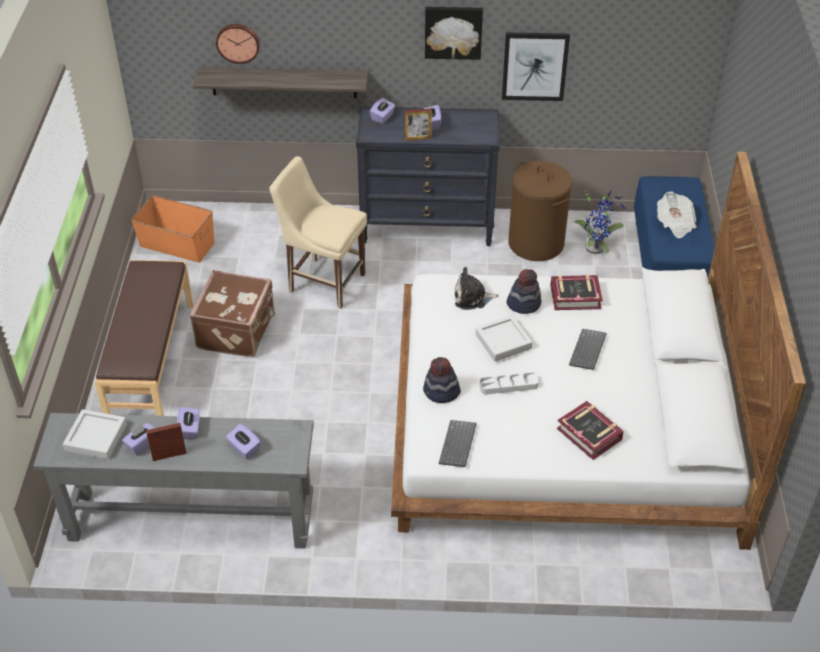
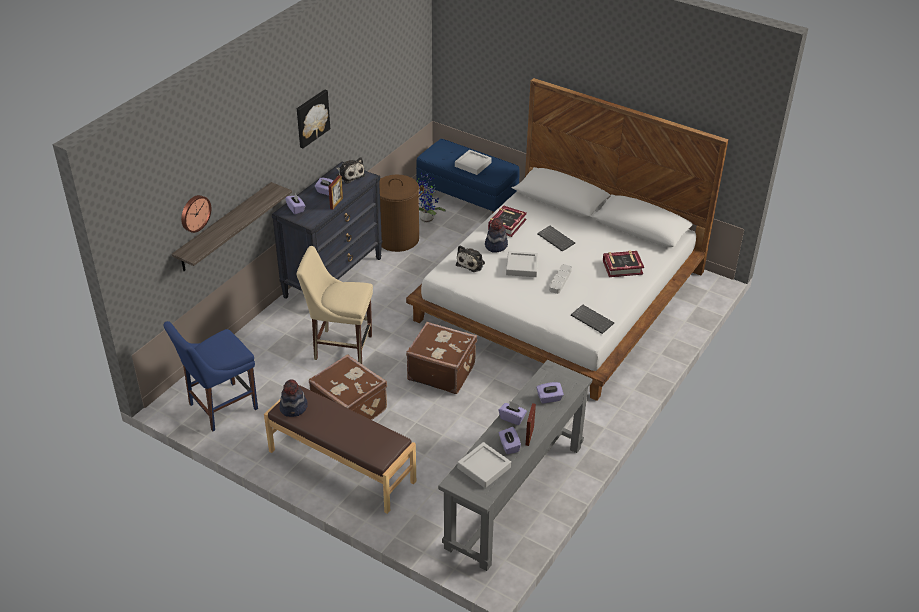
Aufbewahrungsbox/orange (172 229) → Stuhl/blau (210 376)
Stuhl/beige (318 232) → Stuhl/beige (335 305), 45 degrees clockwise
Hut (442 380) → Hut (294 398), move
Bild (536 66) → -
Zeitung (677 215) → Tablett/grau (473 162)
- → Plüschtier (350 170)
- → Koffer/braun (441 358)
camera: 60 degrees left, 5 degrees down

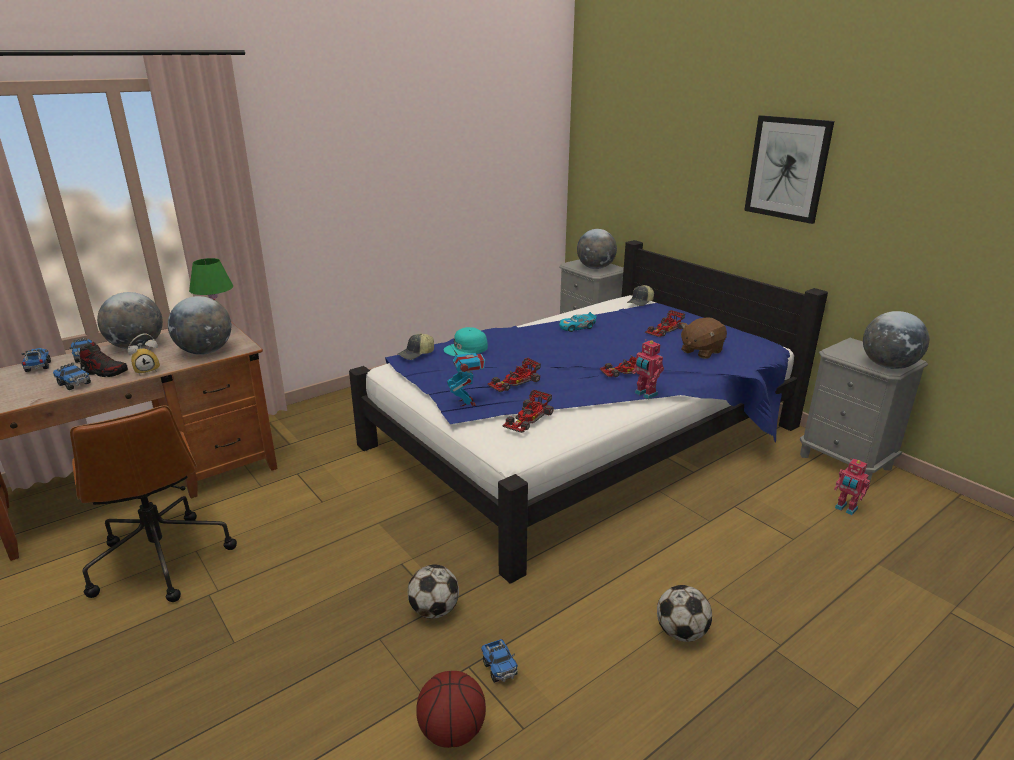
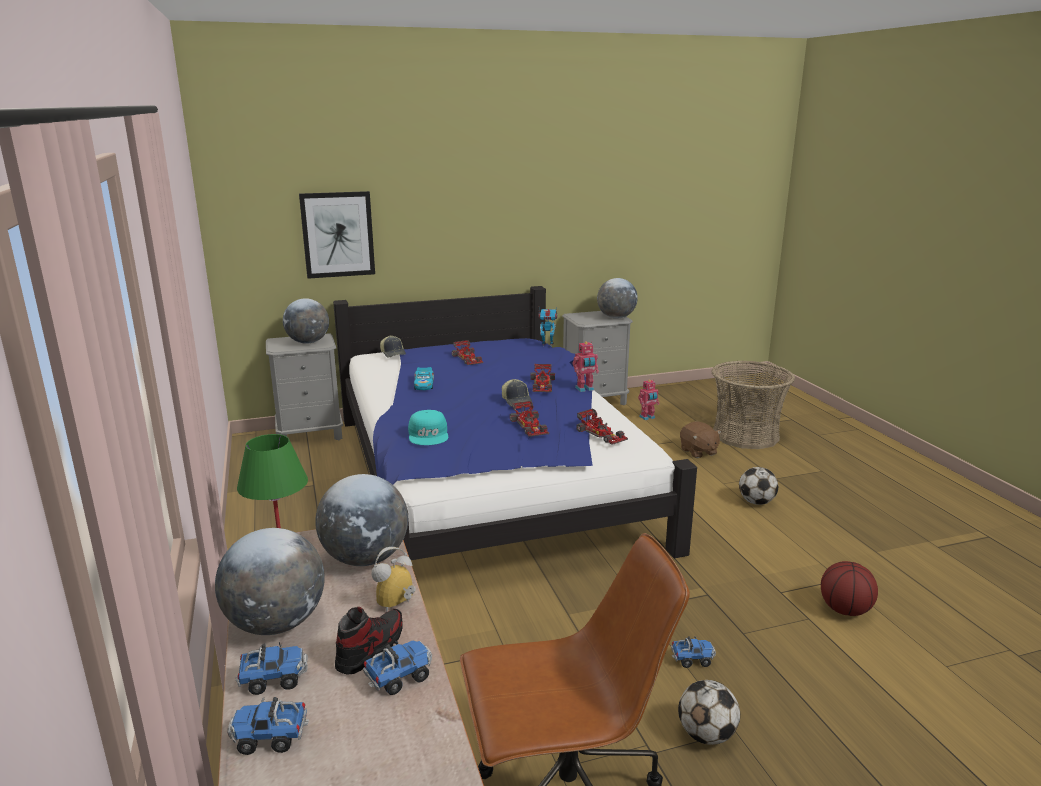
Wecker (144 354) → Wecker (393 579), 120 degrees counterclockwise
Kappe (416 346) → Kappe (517 393), move
Fußball (433 592) → Fußball (709 712), move
Spielzeugroboter (466 376) → Spielzeugroboter (547 328), move
Spielzeuglaster (499 661) → Spielzeuglaster (693 652), move
Plüschtier/braun (704 338) → Plüschtier/braun (701 439), move
Bild (789 169) → Bild (337 235), move
- → Korb (753 404)
camera: 70 degrees left, 5 degrees down

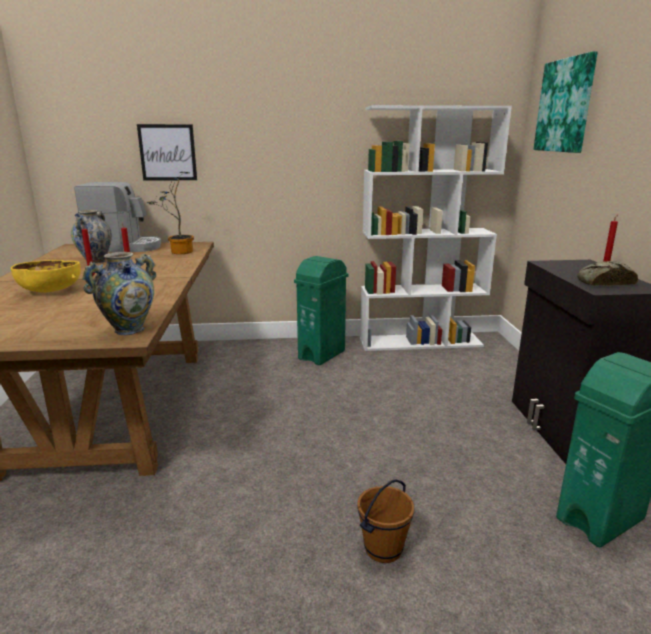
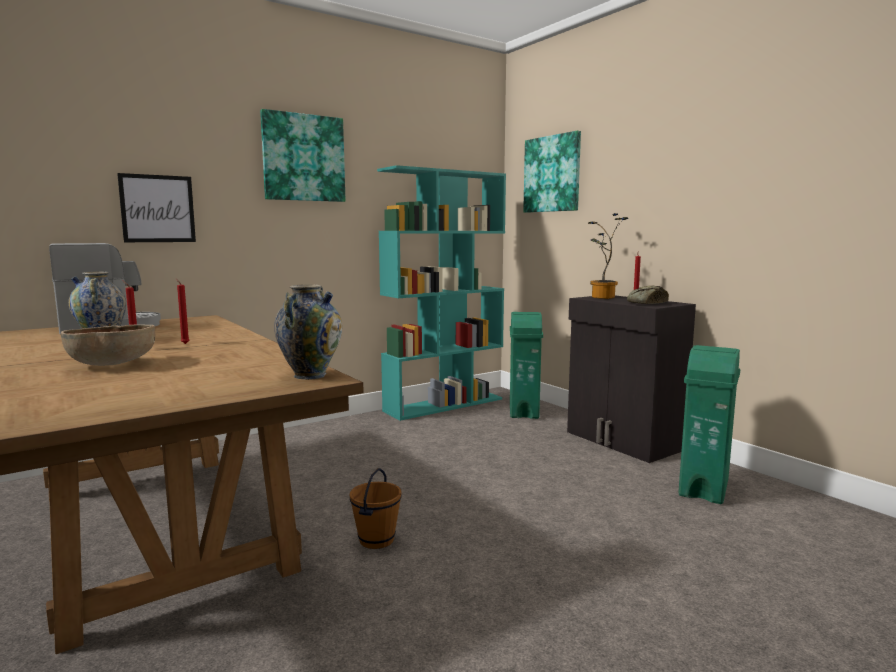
Schüssel/gelb (46 276) → Schüssel/braun (108 345)
Topfpflanze (170 213) → Topfpflanze (608 256), move
Mülleimer/grün (321 310) → Mülleimer/grün (526 365), move
Eimer/braun (386 521) → Eimer/braun (376 508), move
Bücherregal/weiß (436 228) → Bücherregal/türkis (441 293)
- → Bild (303 155)
camera: 30 degrees left, 10 degrees down

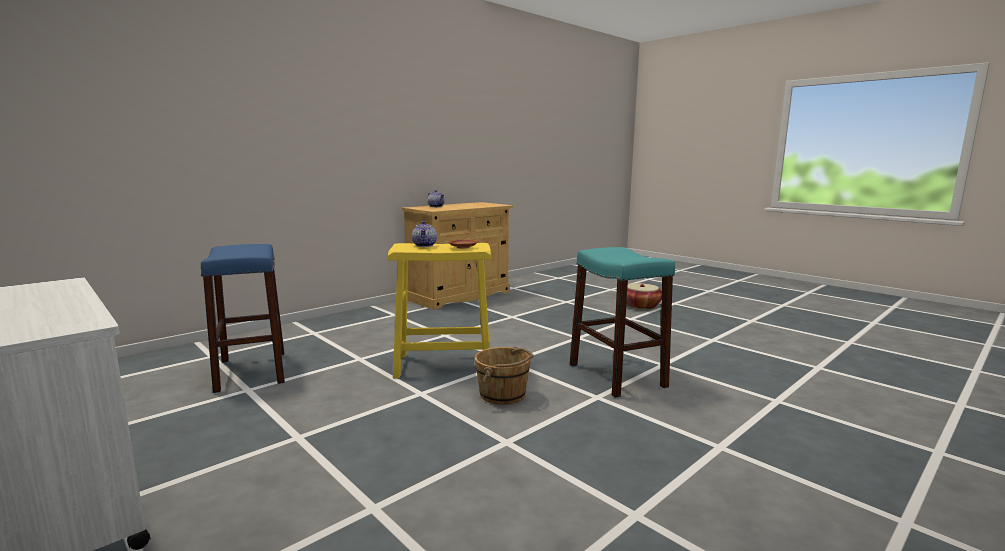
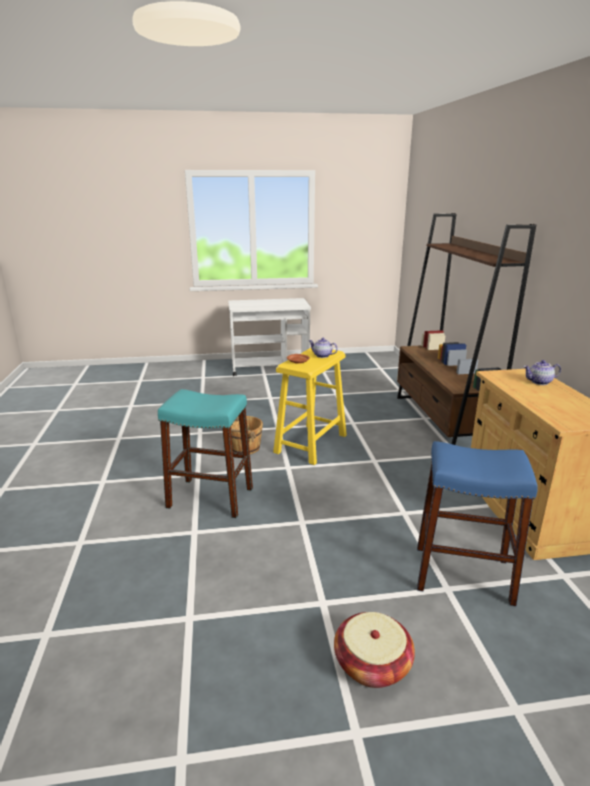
Hocker/blau (243 318) → Hocker/blau (477 523), move
- → Bücherregal/braun (466 329)
camera: 125 degrees right, 10 degrees up

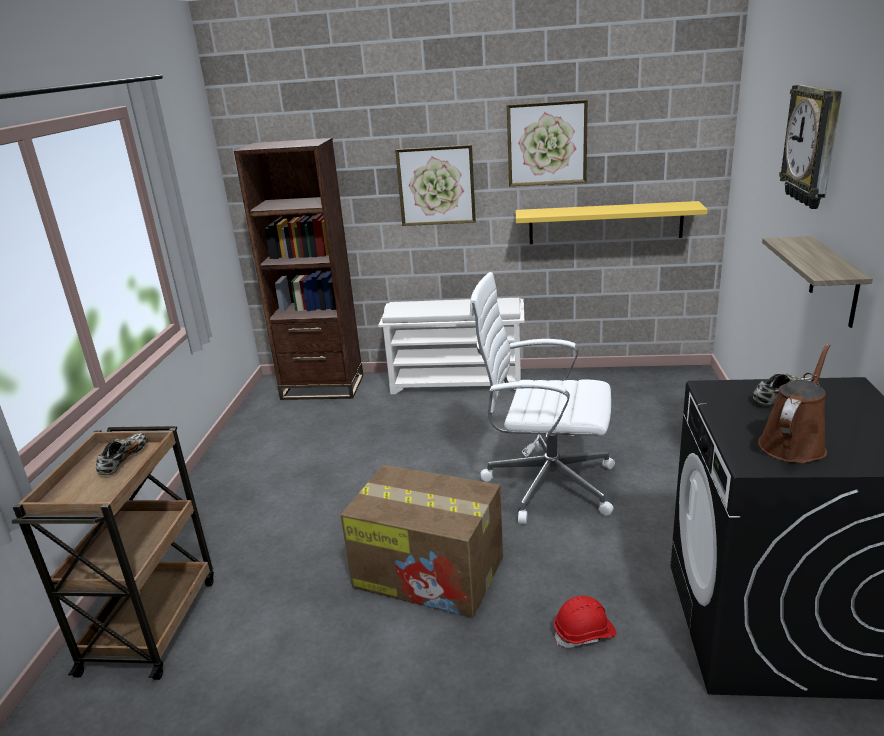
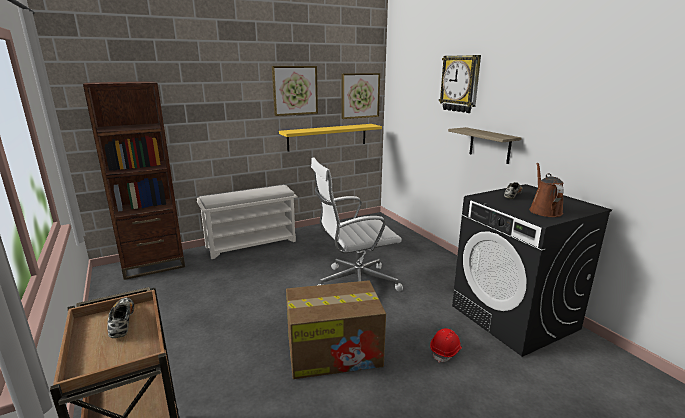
Bild (435 185) → Bild (361 96), move
camera: 35 degrees left, 5 degrees down

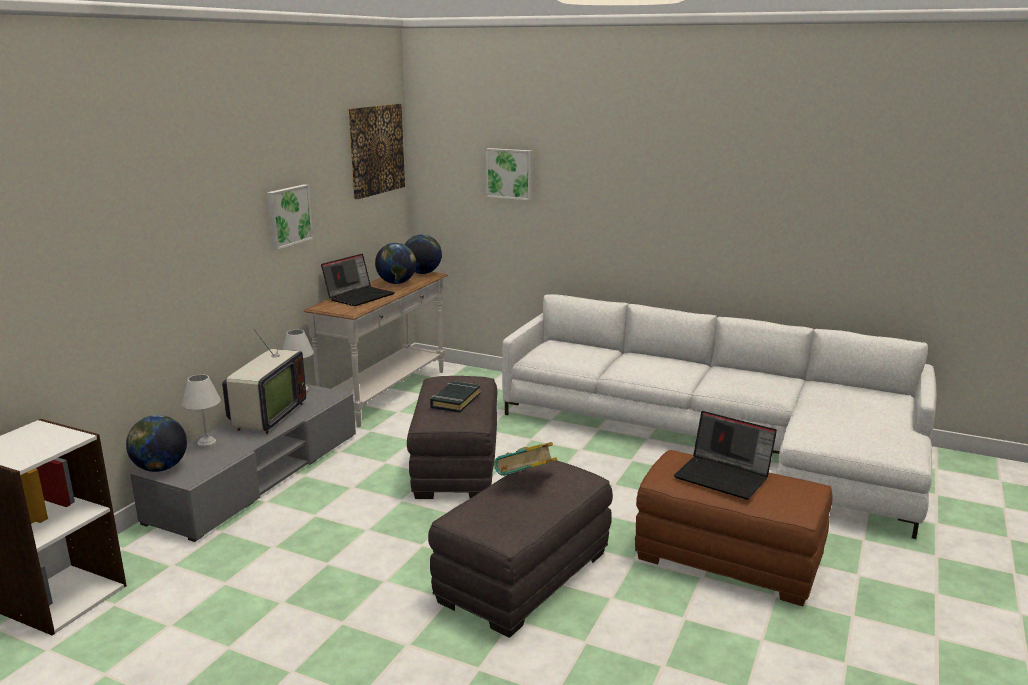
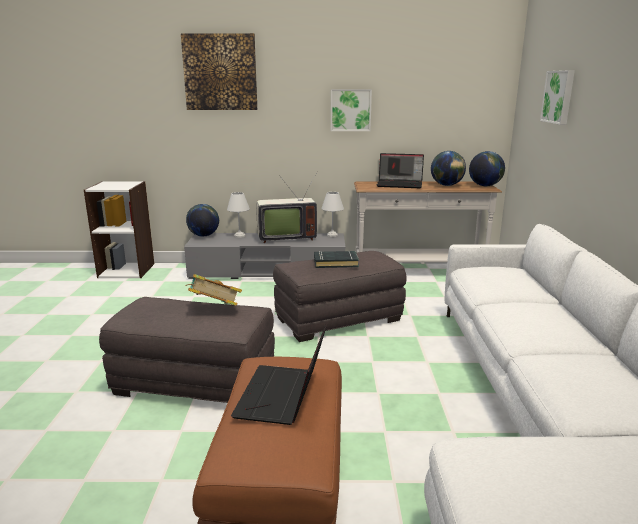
Bild (376 151) → Bild (219 71), move
camera: 65 degrees right, 0 degrees up

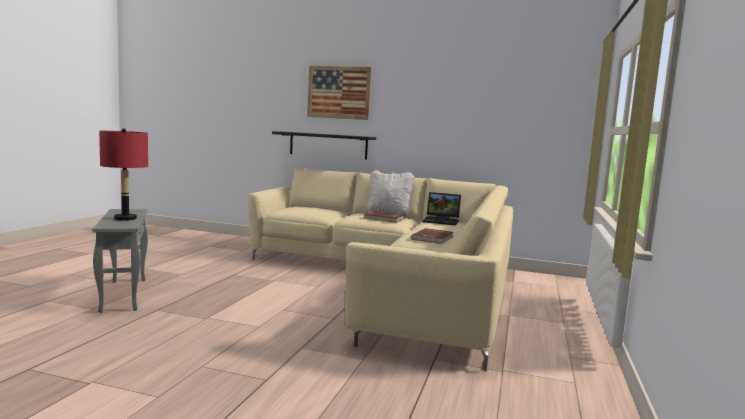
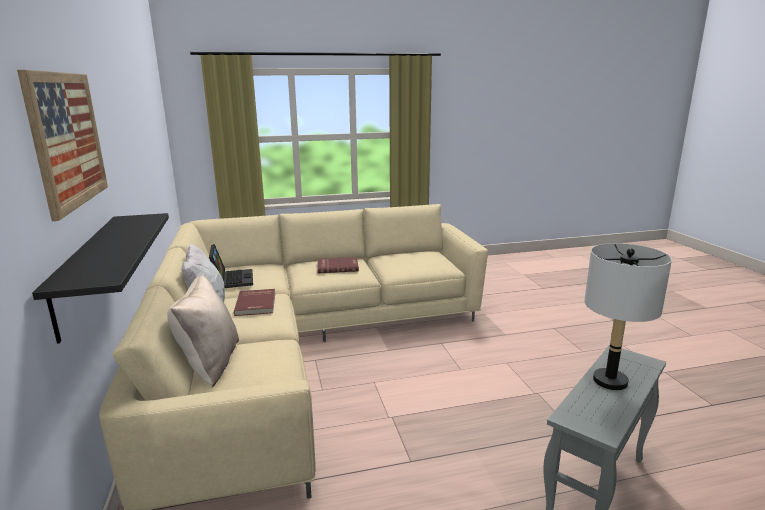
Tischlampe/rot (123 174) → Tischlampe/grau (628 316)
- → Kissen/beige (203 331)
camera: 120 degrees left, 10 degrees up

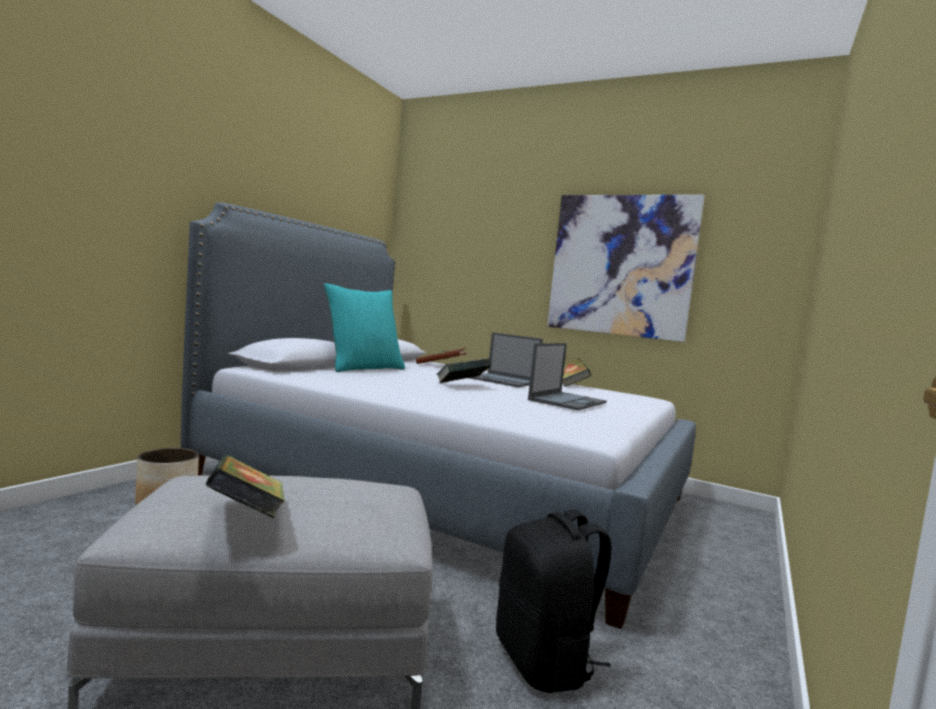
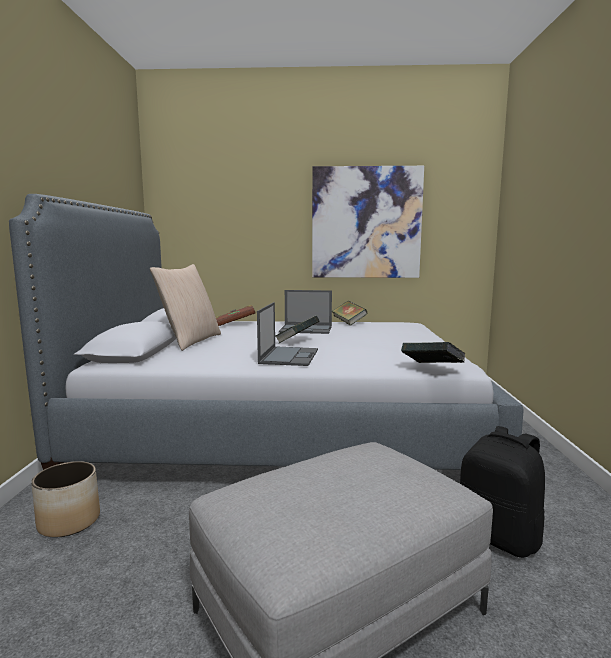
Buch (245 486) → Buch (433 352), move
Kissen/türkis (364 327) → Kissen/beige (185 307)
Laptop (567 376) → Laptop (287 334), move
camera: 25 degrees left, 5 degrees up

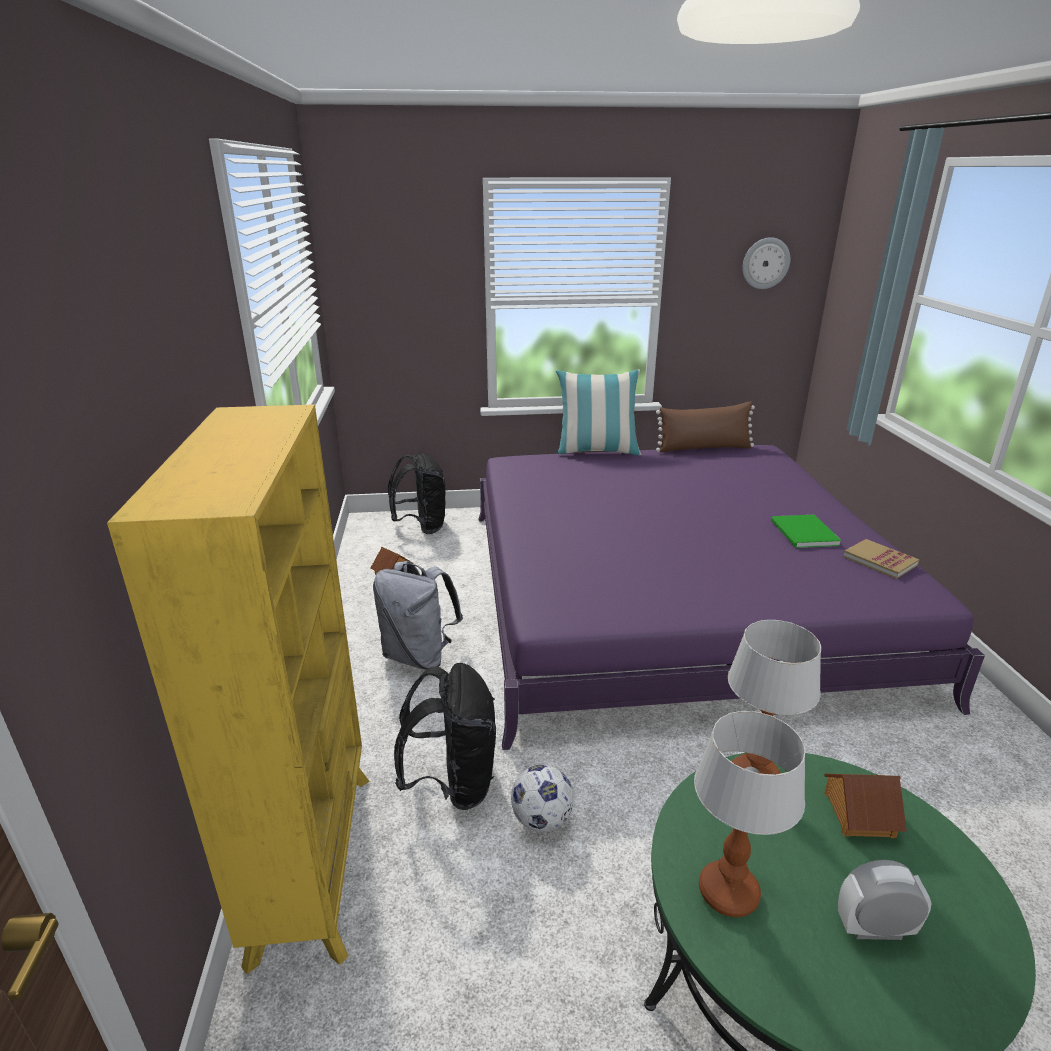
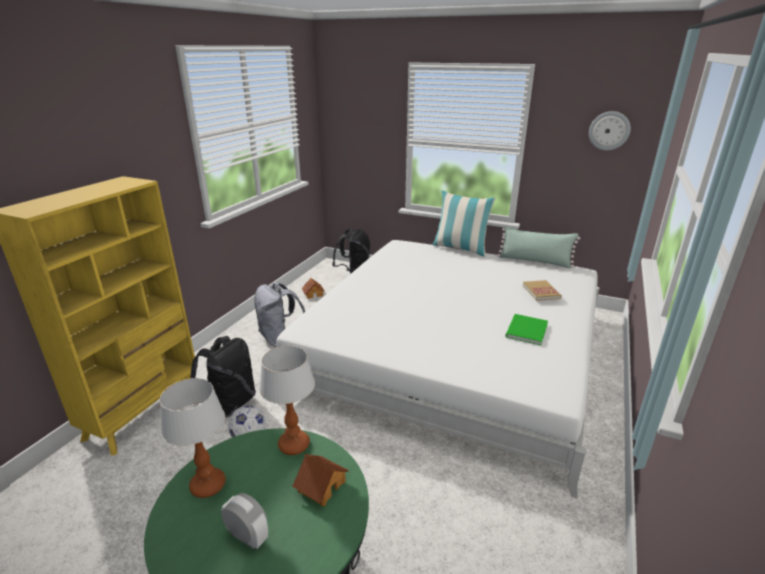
Bett/lila (732 597) → Bett/weiß (437 369)
Kissen/braun (705 427) → Kissen/grün (538 247)
Buch (881 559) → Buch (542 290), move
camera: 30 degrees right, 0 degrees up

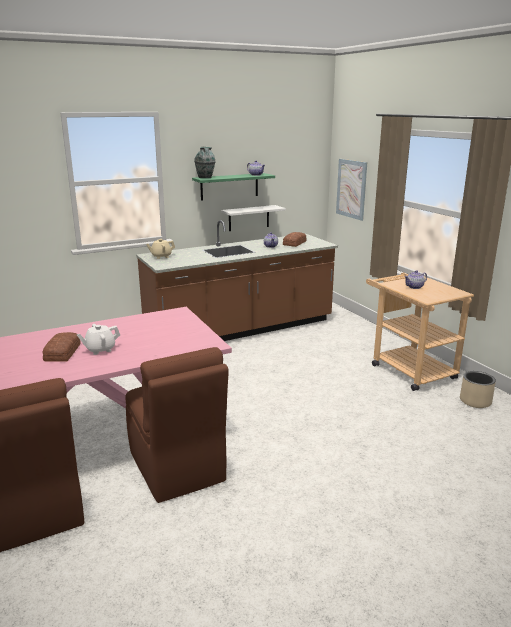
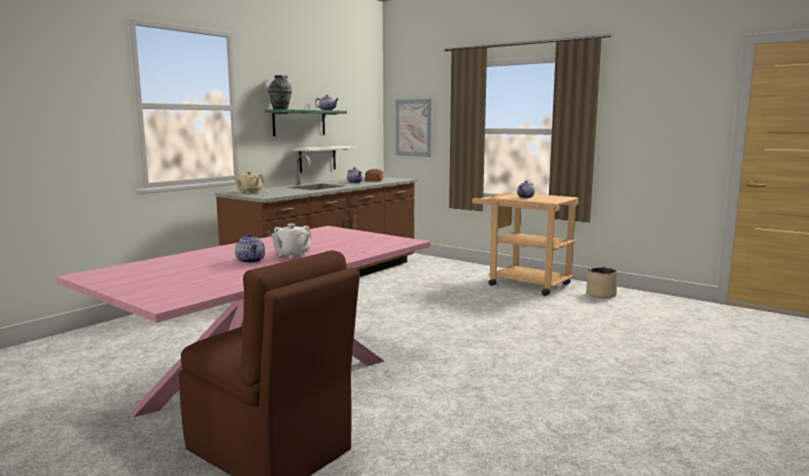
Brot (62 347) → Teekanne (250 248)
Stuhl/braun (177 425) → -
camera: 25 degrees left, 10 degrees down

